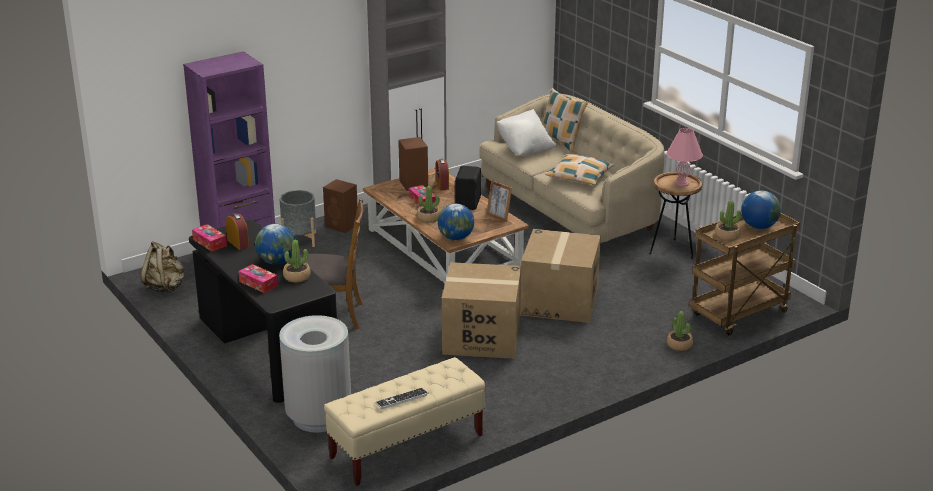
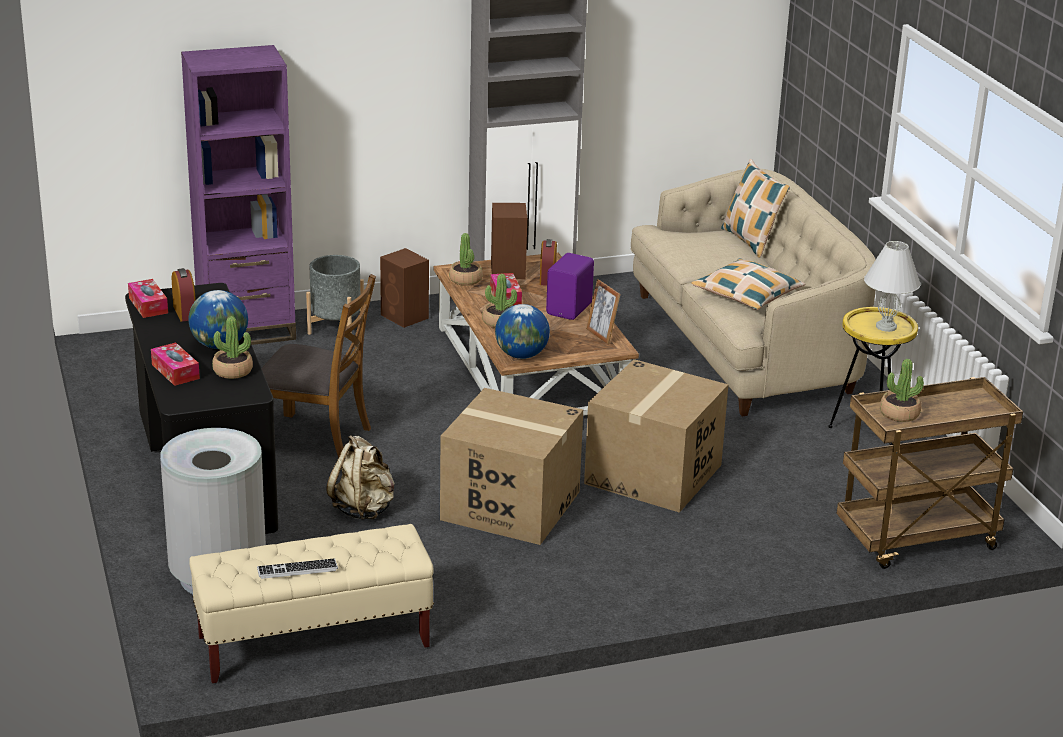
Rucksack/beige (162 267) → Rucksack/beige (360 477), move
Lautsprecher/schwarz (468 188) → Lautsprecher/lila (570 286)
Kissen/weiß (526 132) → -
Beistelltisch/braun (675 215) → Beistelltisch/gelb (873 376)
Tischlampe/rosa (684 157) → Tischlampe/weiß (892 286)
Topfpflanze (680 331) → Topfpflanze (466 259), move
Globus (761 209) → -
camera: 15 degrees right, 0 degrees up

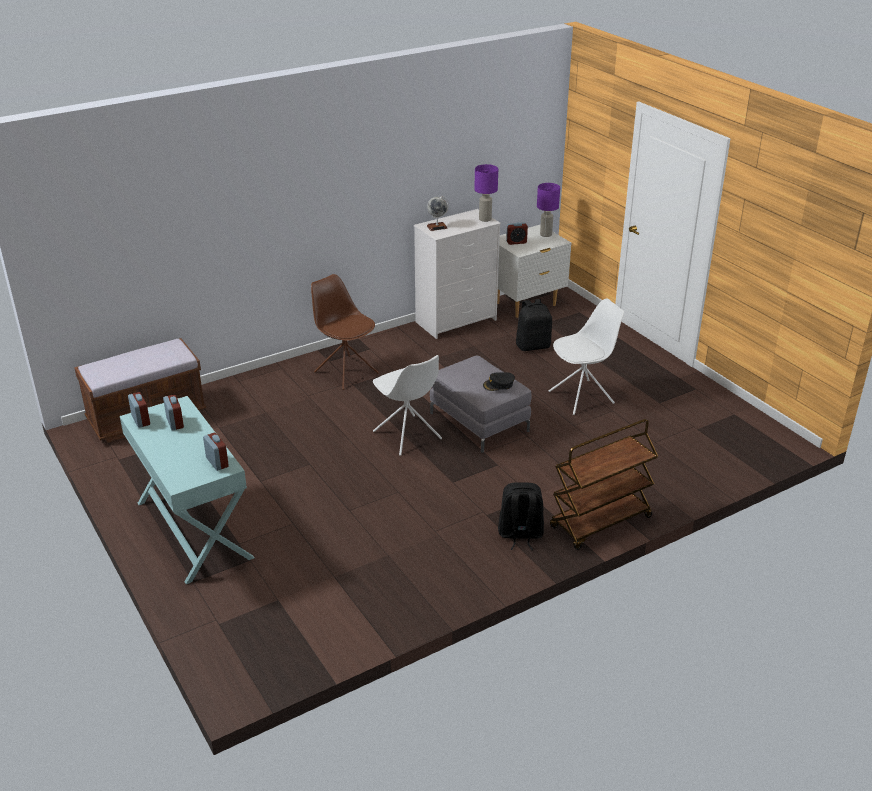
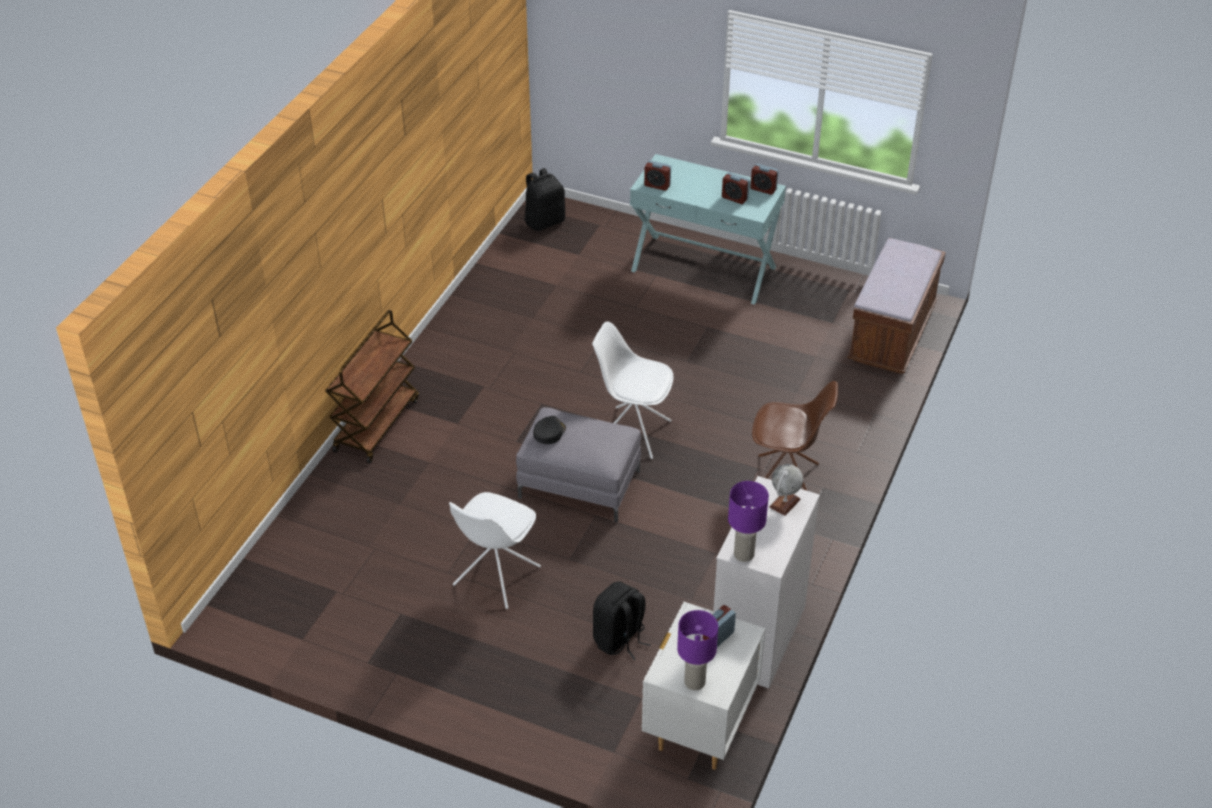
Rucksack/schwarz (521 516) → Rucksack/schwarz (545 199), move
camera: 145 degrees right, 10 degrees up

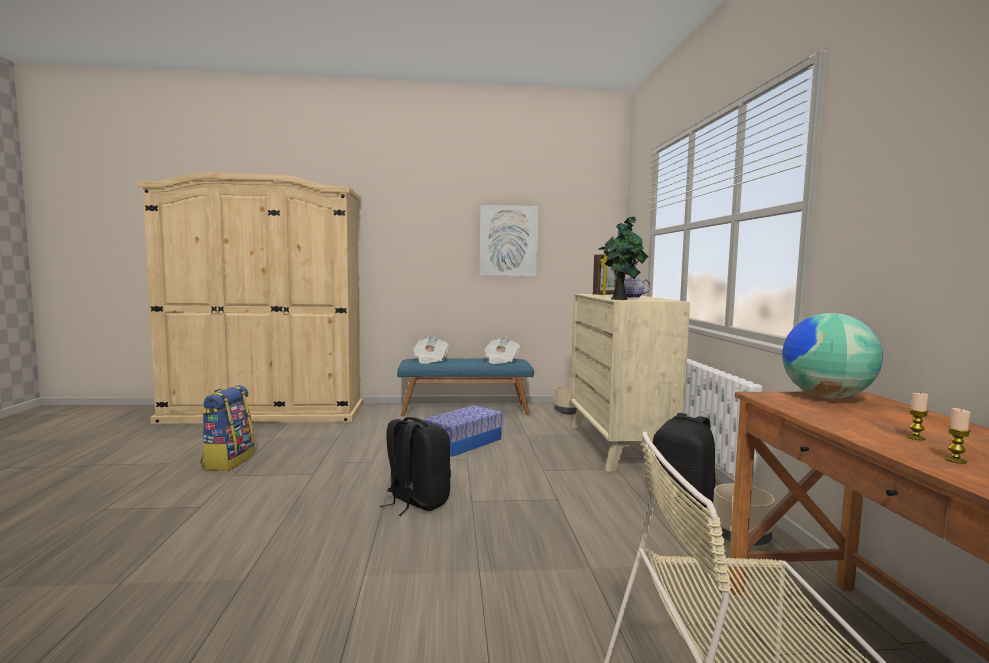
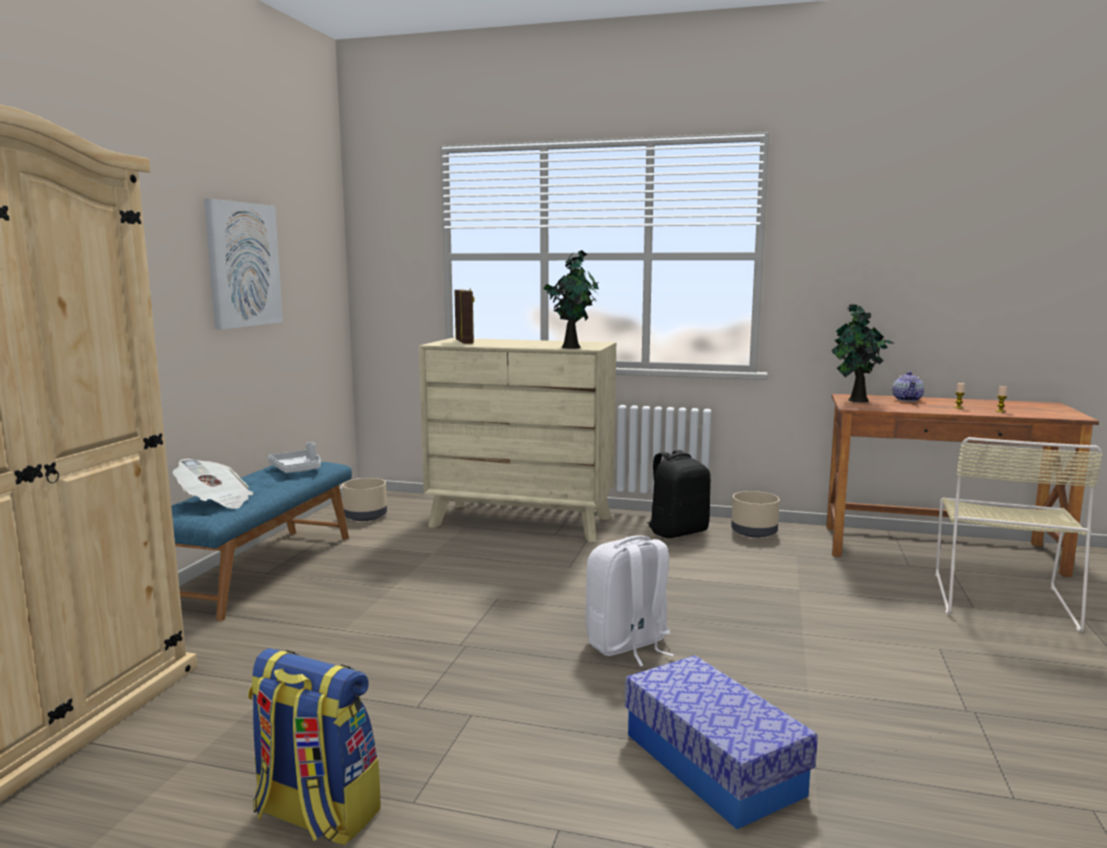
Rucksack/schwarz (415 466) → Rucksack/weiß (629 600)
Aufbewahrungsbox (463 431) → Aufbewahrungsbox (721 742), move
Zeitung (502 351) → Tablett/grau (294 457)
Teekanne (632 287) → Teekanne (908 387), move
Globus (832 356) → Topfpflanze (862 352)
camera: 70 degrees left, 5 degrees up

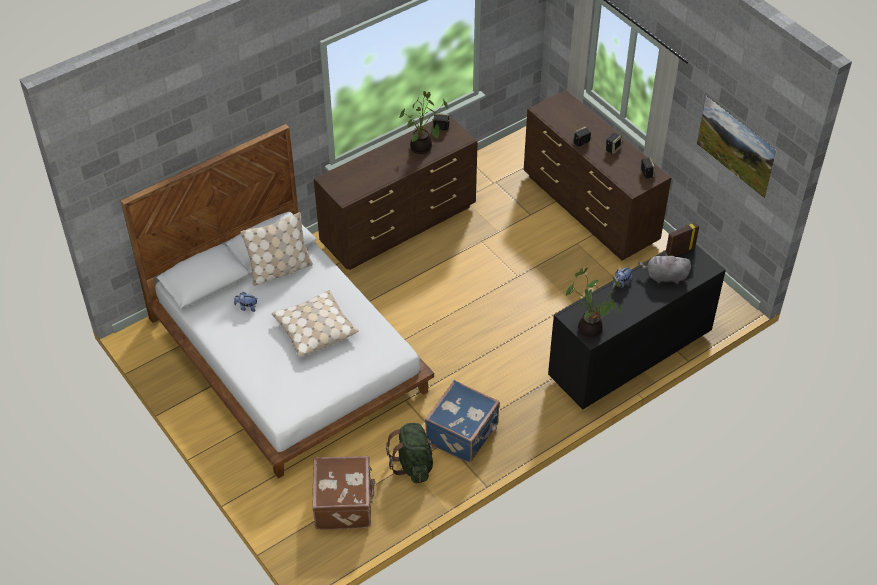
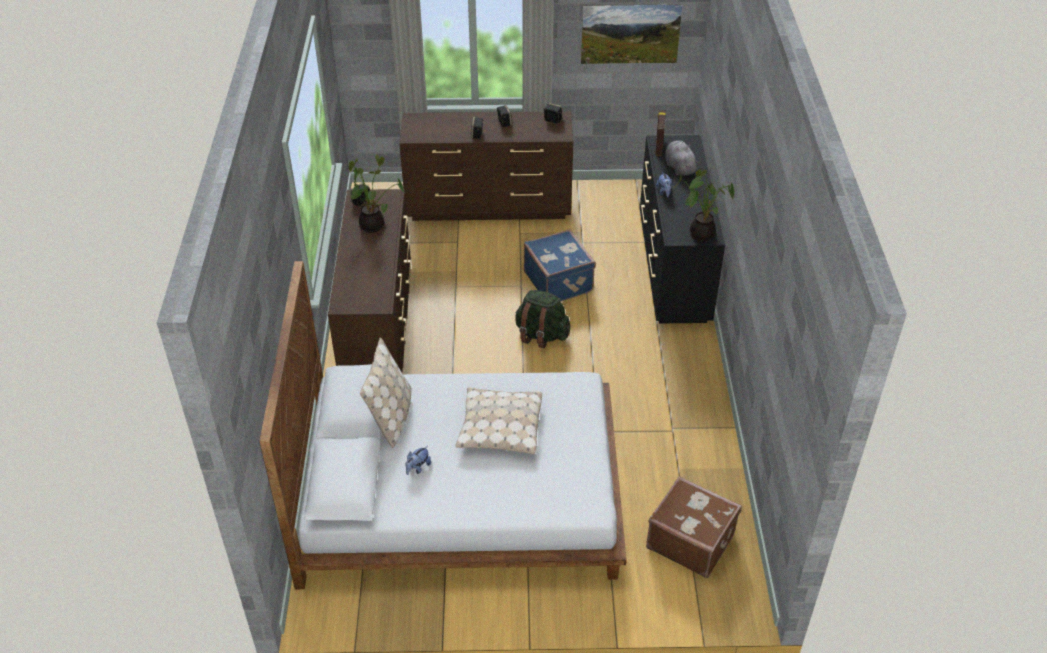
Rucksack/grün (411 453) → Rucksack/grün (542 319), move
Koffer/blau (462 421) → Koffer/blau (560 265), move
Plüschtier/grau (664 268) → Plüschtier/grau (682 158), 120 degrees clockwise
camera: 55 degrees left, 5 degrees down

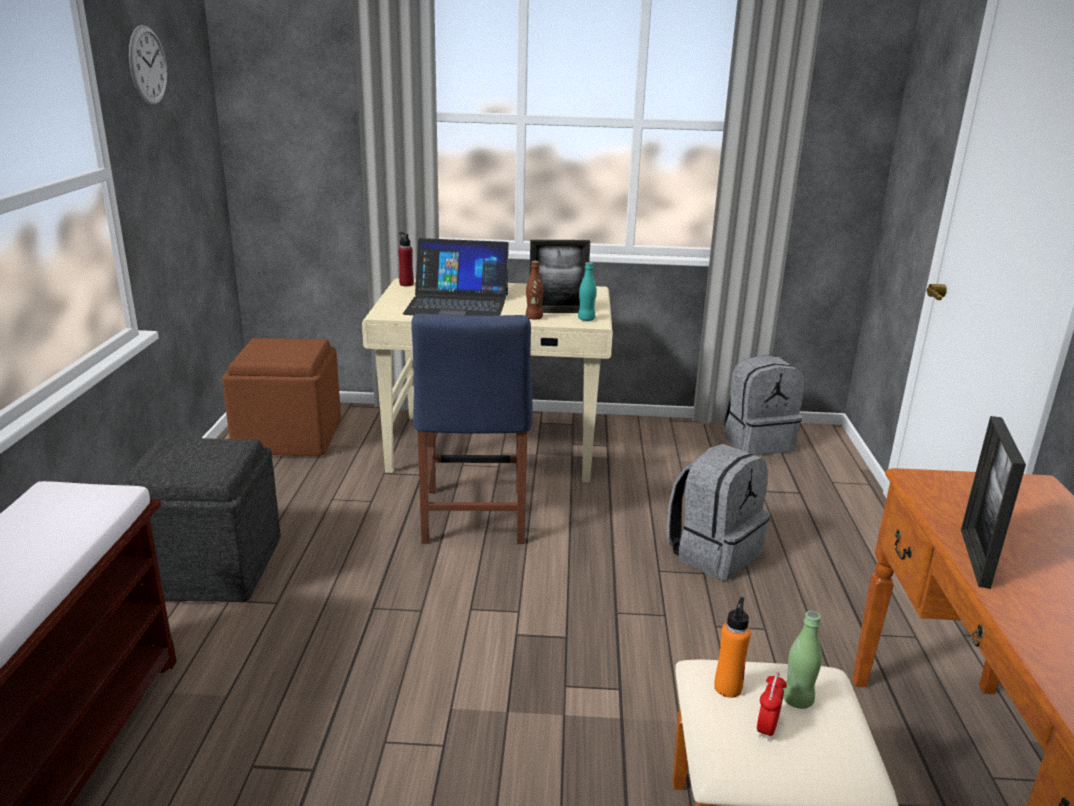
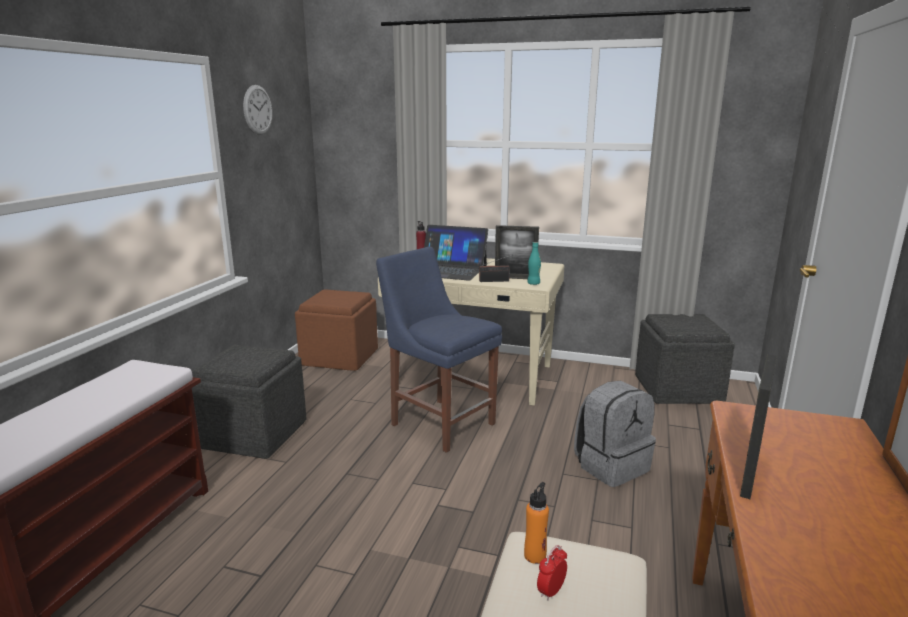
Stuhl/blau (472 429) → Stuhl/blau (439 350), 120 degrees clockwise
Flasche/braun (534 290) → Radio (495 268)
Rucksack/grau (764 405) → Polsterhocker/grau (685 359)
Flasche/grün (802 660) → -
camera: 15 degrees right, 5 degrees down

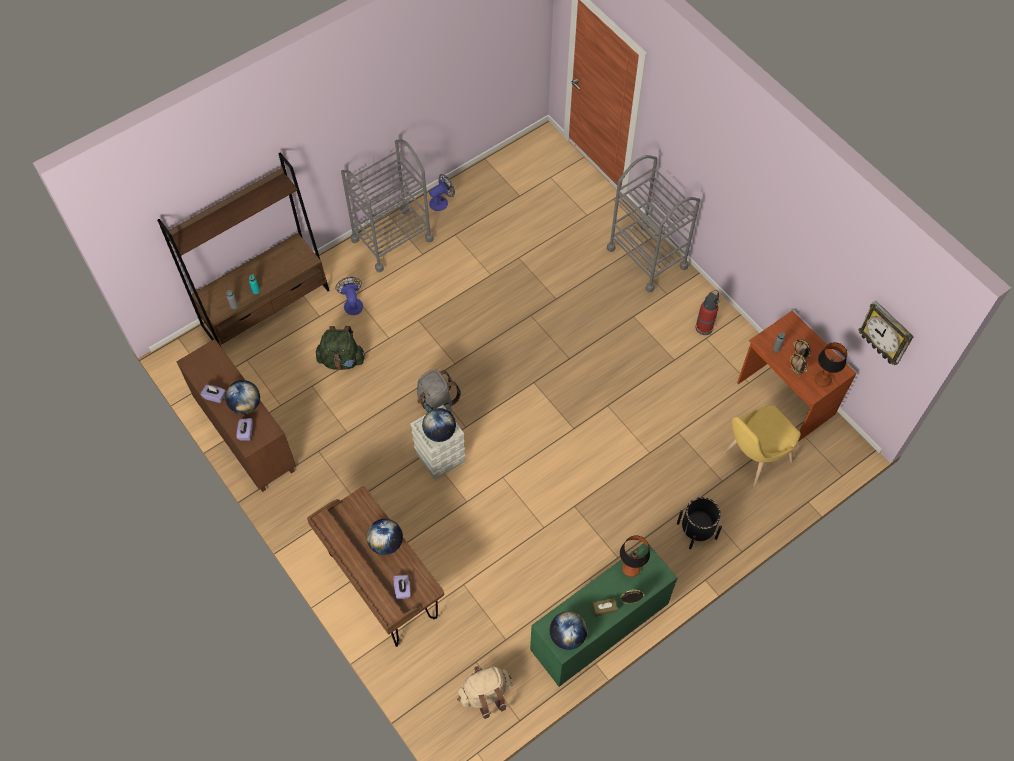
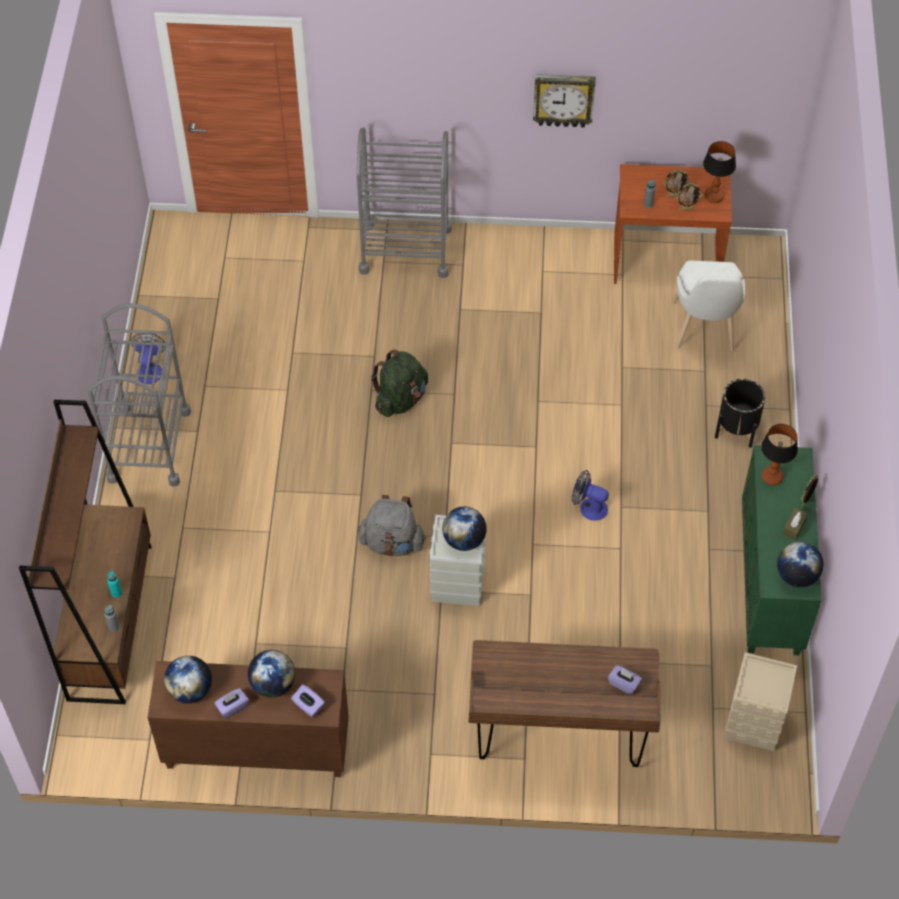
Rucksack/grün (340 348) → Rucksack/grün (399 383), move
Ventilator (349 296) → Ventilator (590 495), move
Globus (385 537) → Globus (188 680), move
Rucksack/beige (485 692) → Aufbewahrungsbox/beige (760 701)
Feuerlöscher (708 312) → -
Stuhl/gelb (762 446) → Stuhl/weiß (708 305)
Wanduhr (886 333) → Wanduhr (564 101), move
camera: 50 degrees left, 5 degrees down

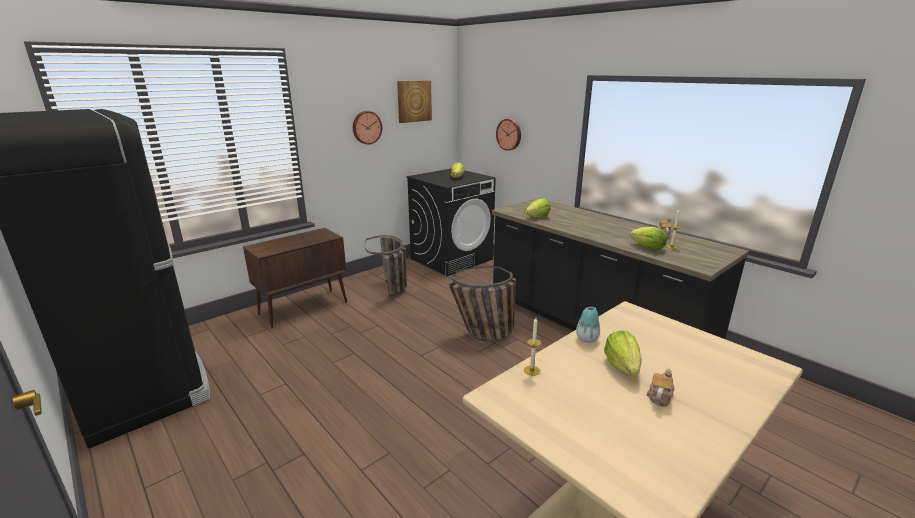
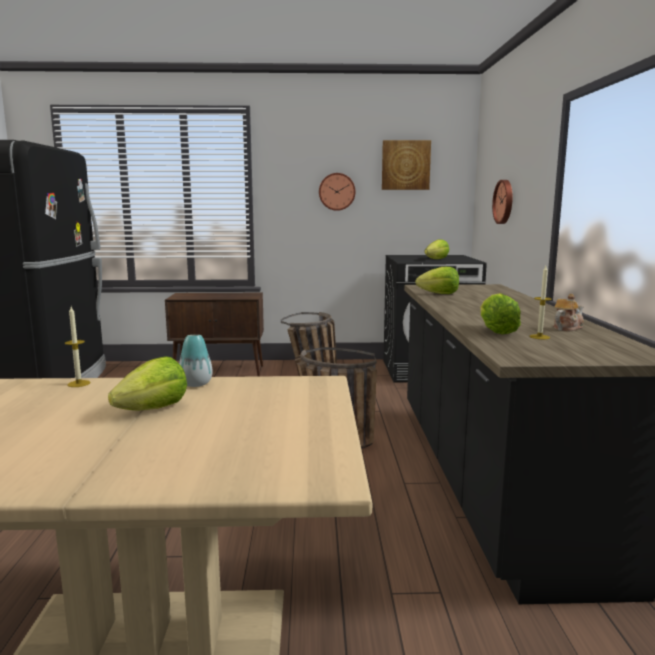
Teekanne (660 388) → -
camera: 40 degrees right, 10 degrees down

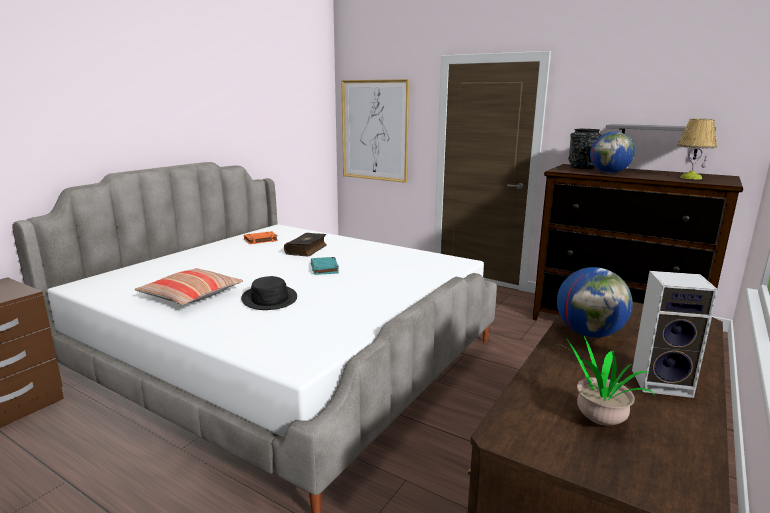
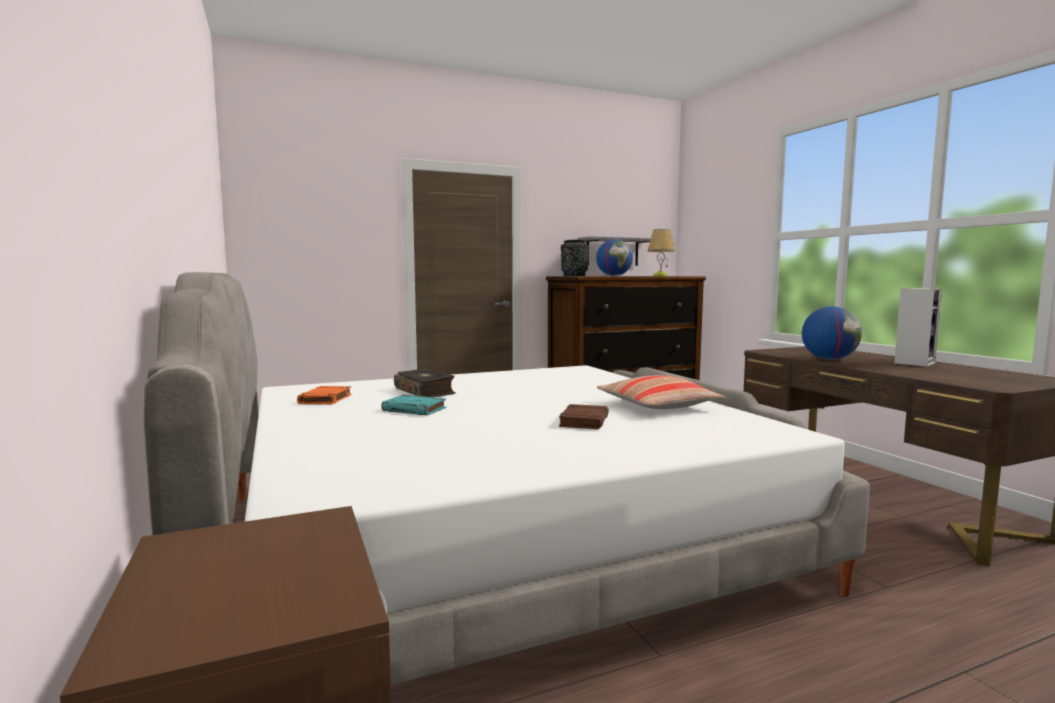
Kissen (189 286) → Kissen (661 392), move
Hut/schwarz (269 293) → Buch/braun (584 416)
Buch/türkis (325 266) → Buch/türkis (413 405), move
Bild (375 131) → -
Topfpflanze (606 381) → -
camera: 55 degrees left, 10 degrees down

